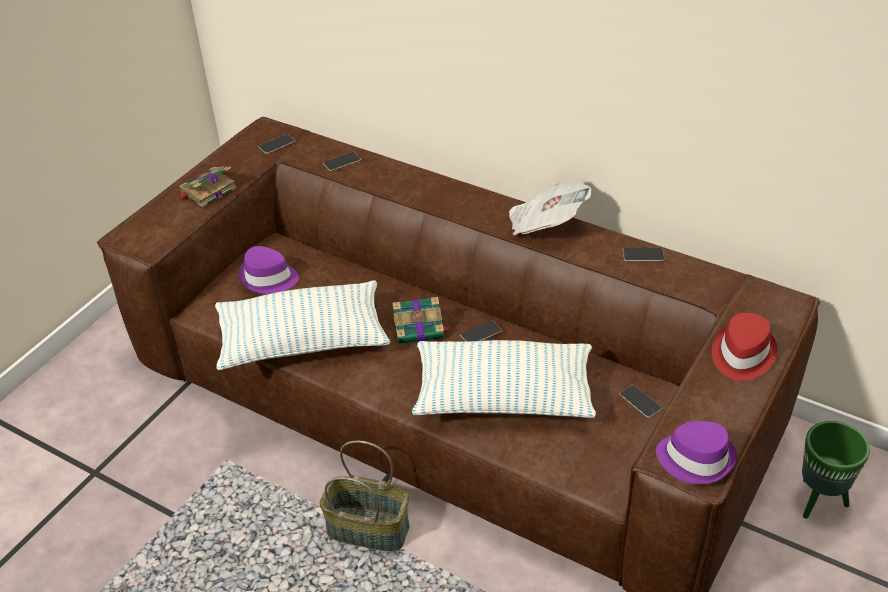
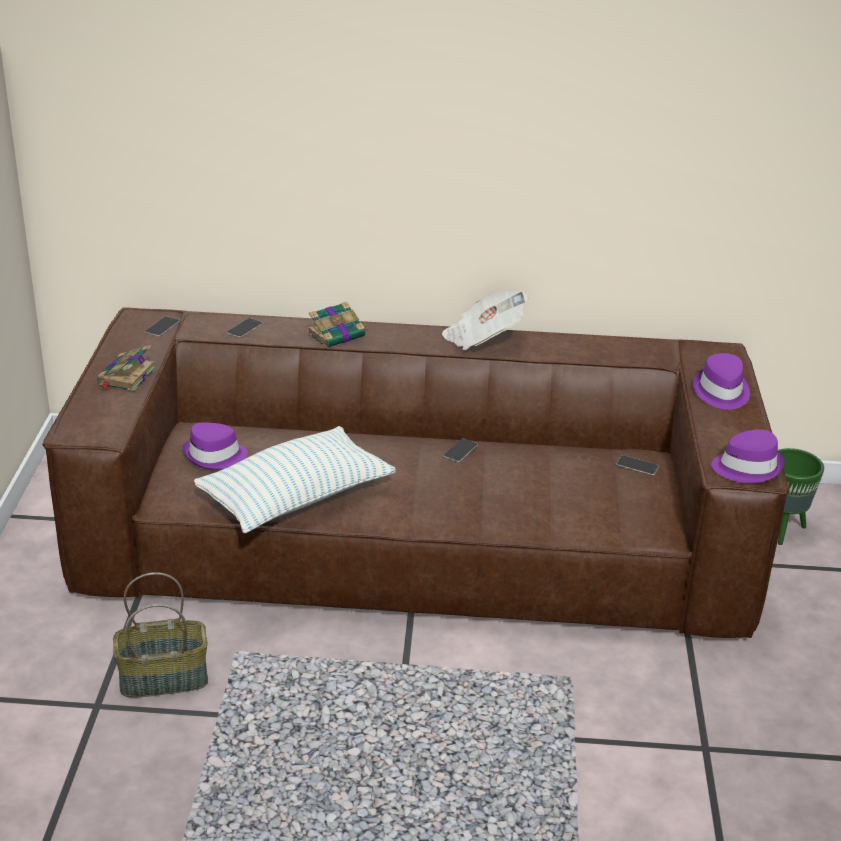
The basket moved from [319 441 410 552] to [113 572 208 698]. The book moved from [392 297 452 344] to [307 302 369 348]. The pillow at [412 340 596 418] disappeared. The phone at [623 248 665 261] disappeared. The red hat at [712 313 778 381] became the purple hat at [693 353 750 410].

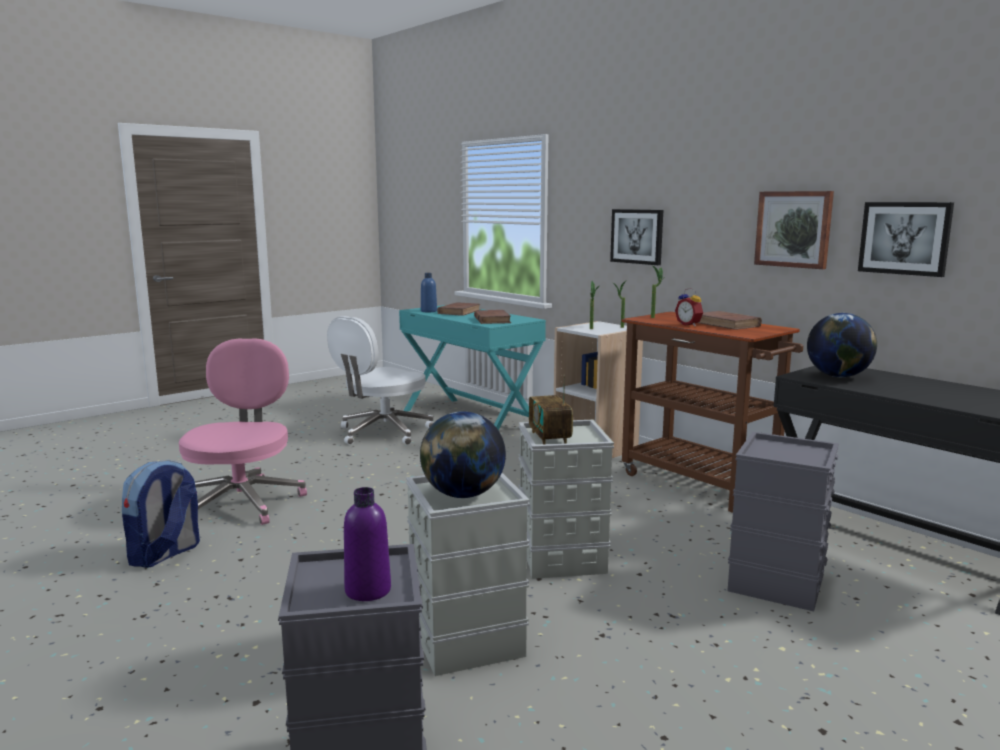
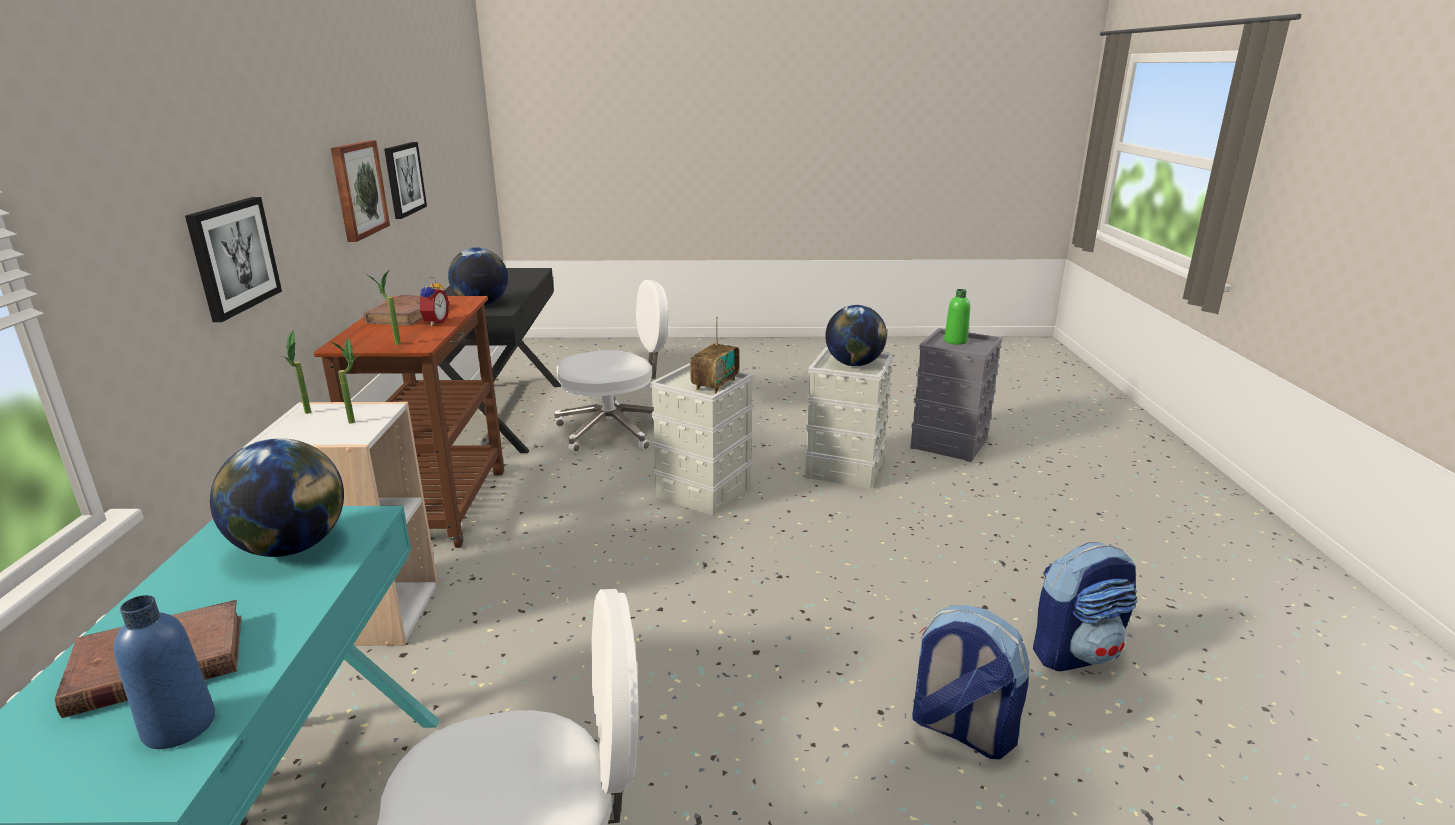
The pink office chair at [179 338 307 525] was replaced by the backpack at [912 605 1029 759]. The purple bottle at [344 487 391 601] became the green bottle at [944 289 970 345]. The brown book at [474 310 511 324] was replaced by the globe at [210 438 344 557]. The grey storage box at [727 432 839 611] was replaced by the white office chair at [554 280 669 452].

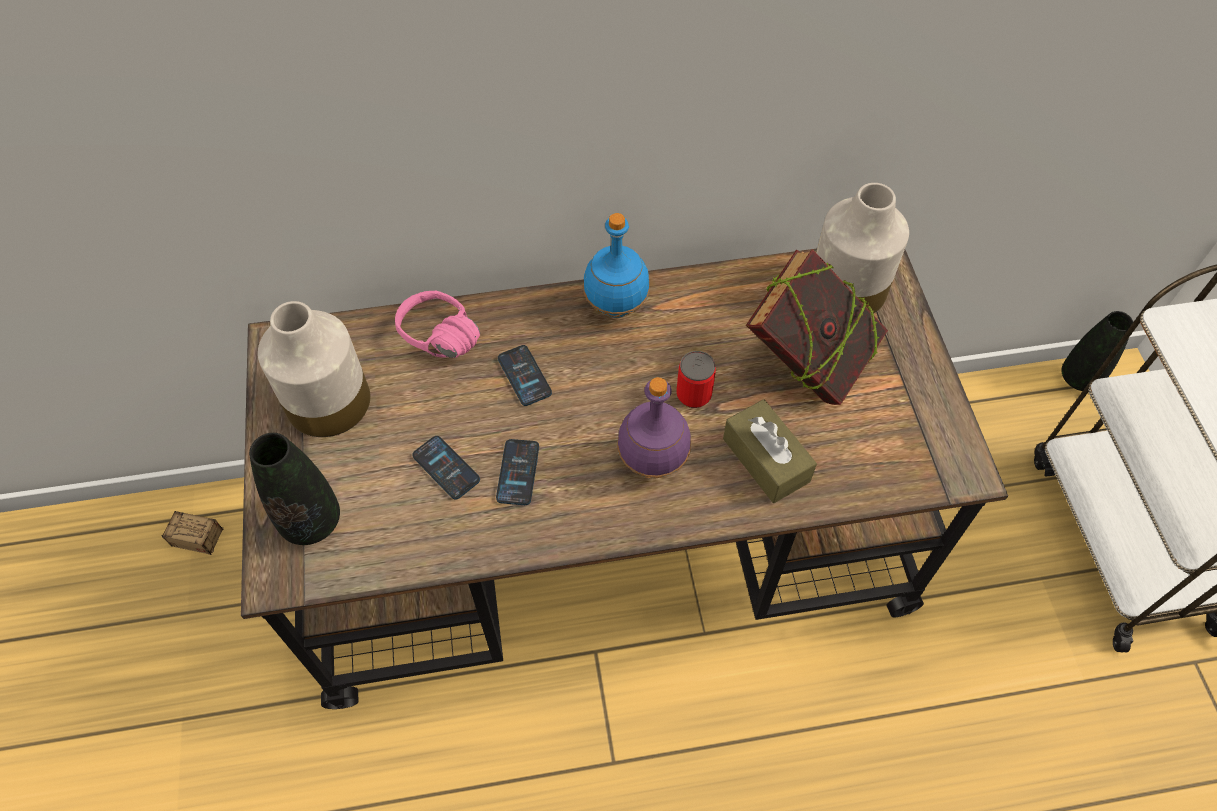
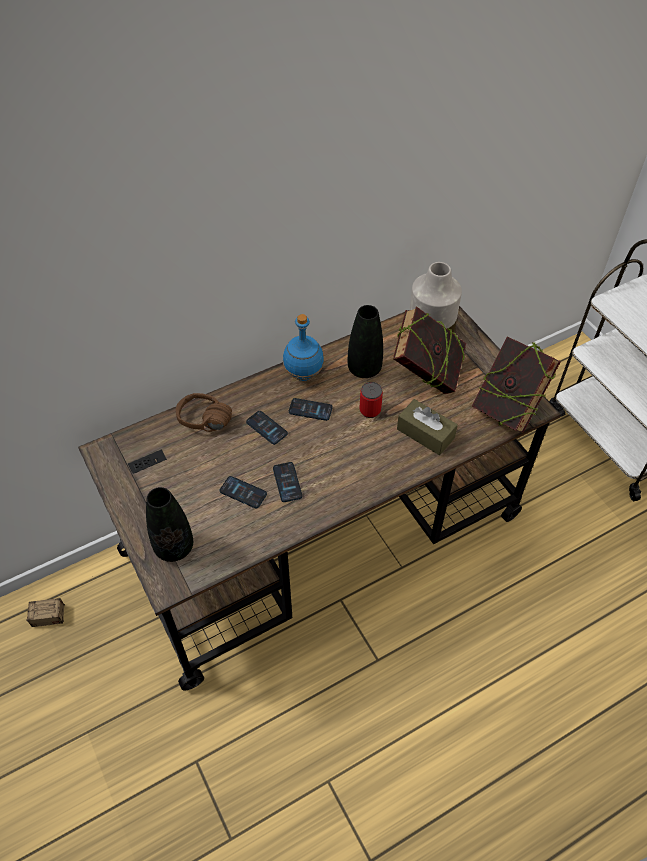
The beige vase at [258 301 370 437] disappeared. The pink headphones at [395 290 480 358] became the brown headphones at [176 393 232 432]. The purple bottle at [617 377 691 479] disappeared. The black vase moved from [1062 311 1133 391] to [348 305 383 378]. The phone at [289 398 332 421] appeared. The book at [472 337 561 433] appeared.

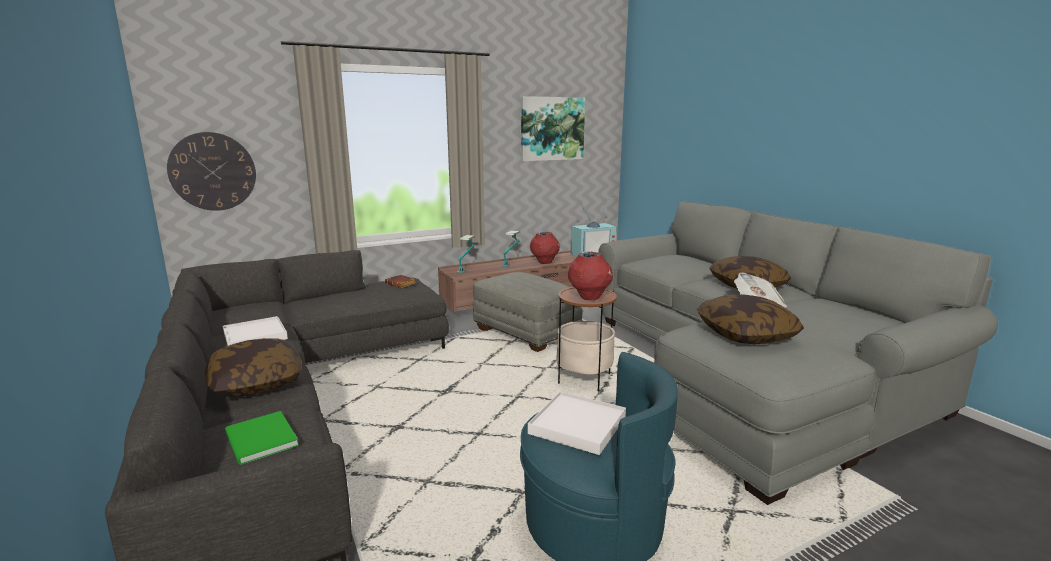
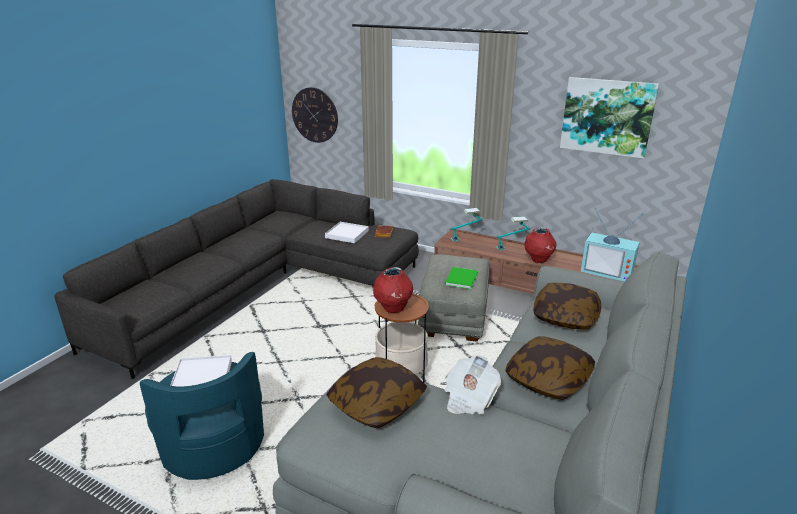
The pillow moved from [205 338 302 397] to [533 283 601 330]. The white tray moved from [223 316 288 346] to [325 222 369 243]. The green book moved from [225 411 299 465] to [445 267 478 289].

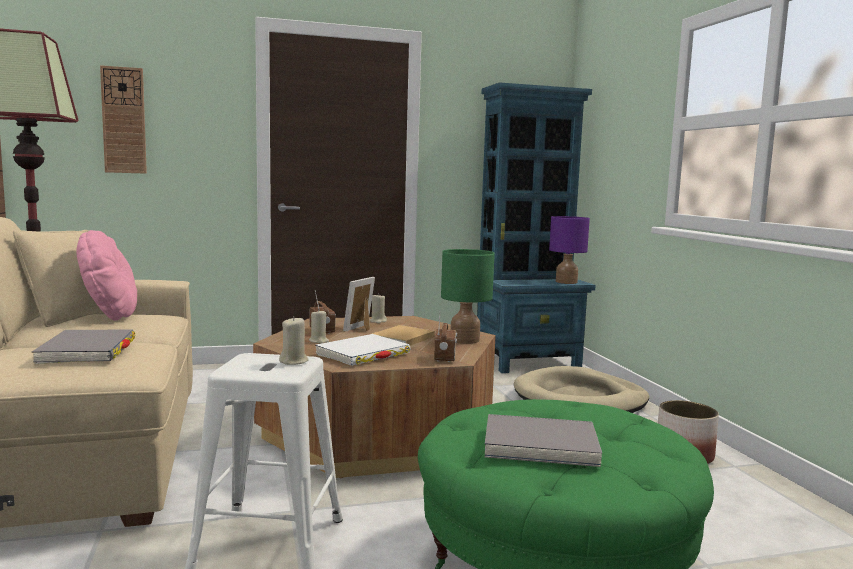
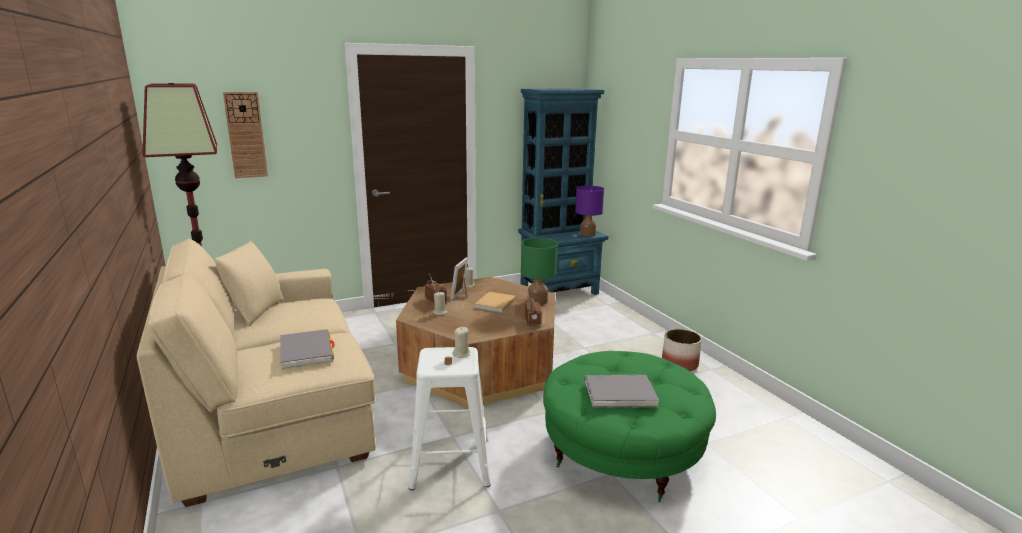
The pink pillow at [77 230 137 321] disappeared. The white book at [315 334 411 366] disappeared. The beige dog bed at [514 366 649 413] disappeared.

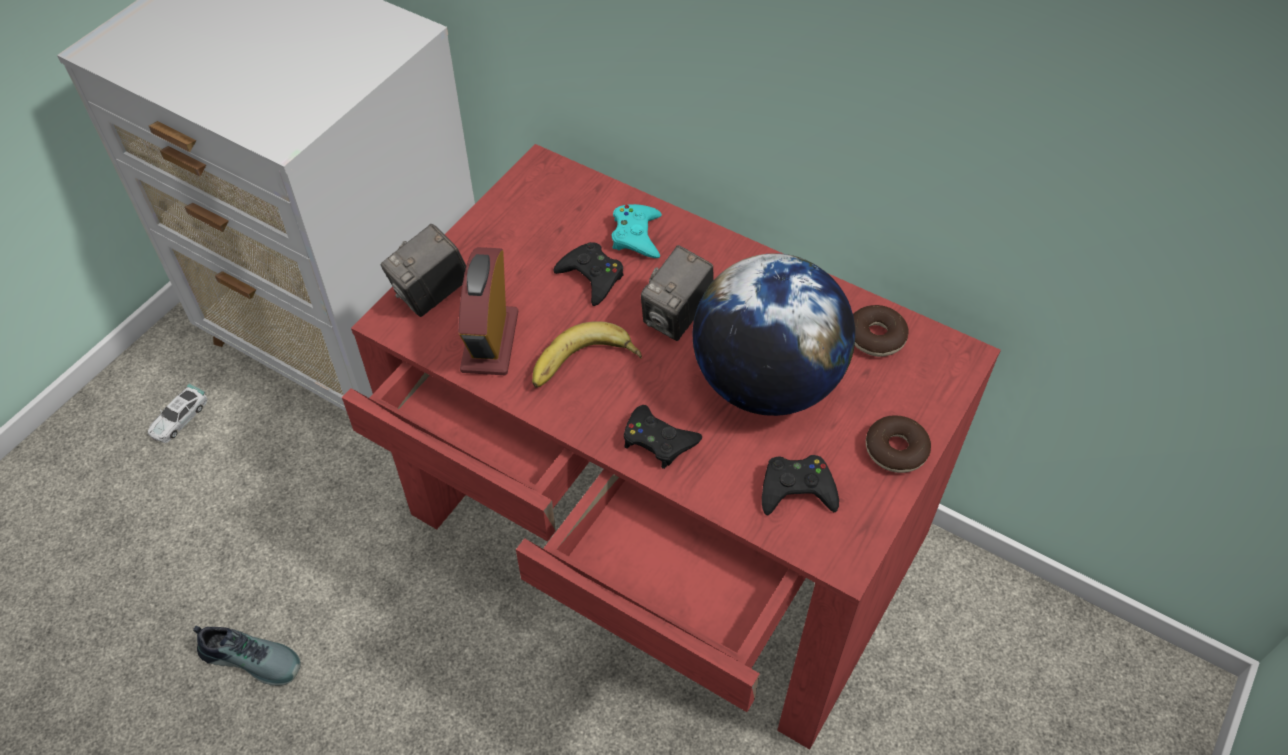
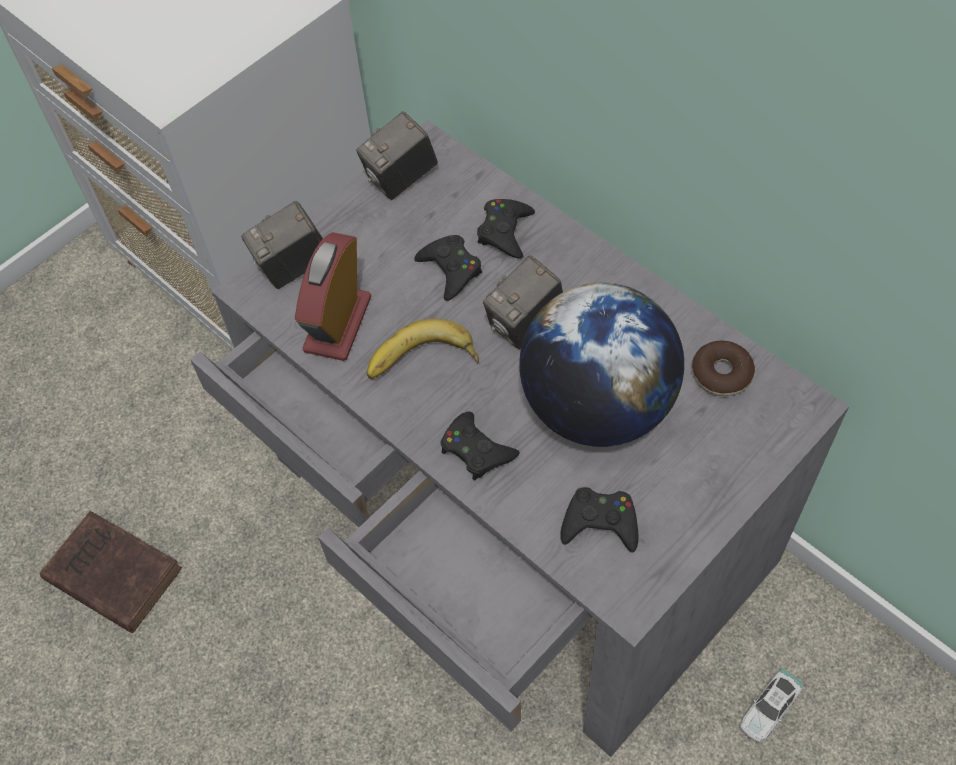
The toy car moved from [148 383 207 443] to [739 668 804 743]. The shoe at [193 626 301 686] was replaced by the brown book at [40 511 182 633]. The red desk at [342 144 1001 750] became the grey desk at [190 120 849 757]. The turquoise game controller at [612 204 662 258] became the black game controller at [477 199 535 259]. The donut at [866 415 931 473] disappeared. The photo camera at [356 111 438 200] appeared.

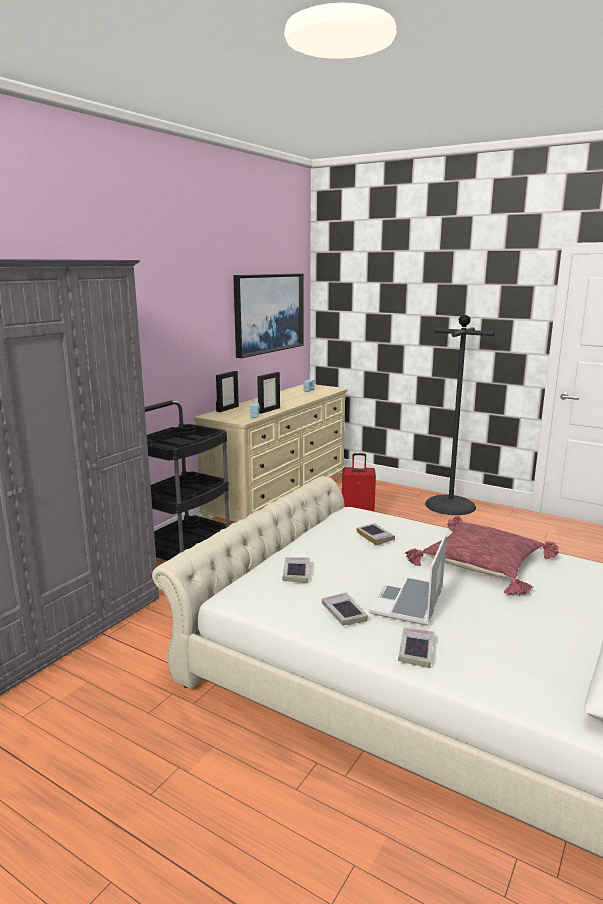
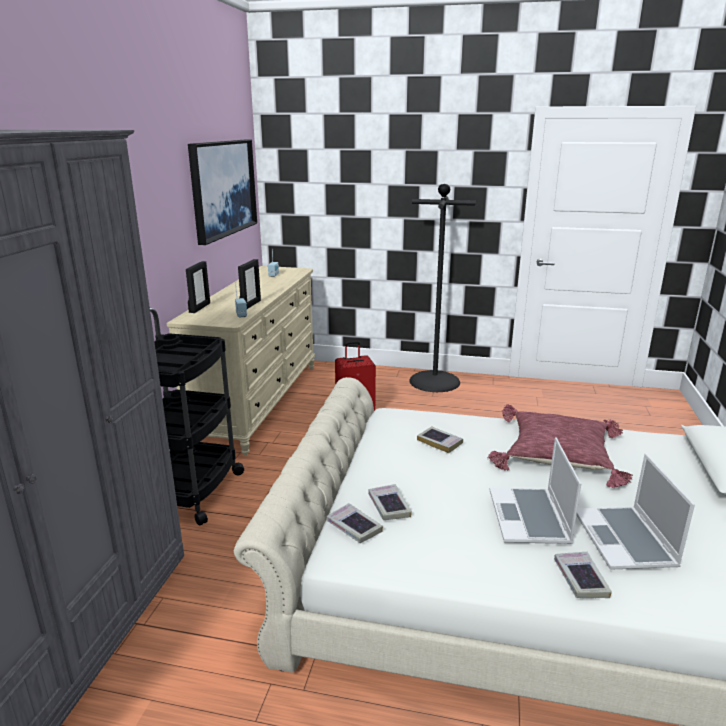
The book moved from [322 593 368 626] to [327 503 383 543]. The laptop at [576 453 695 570] appeared.

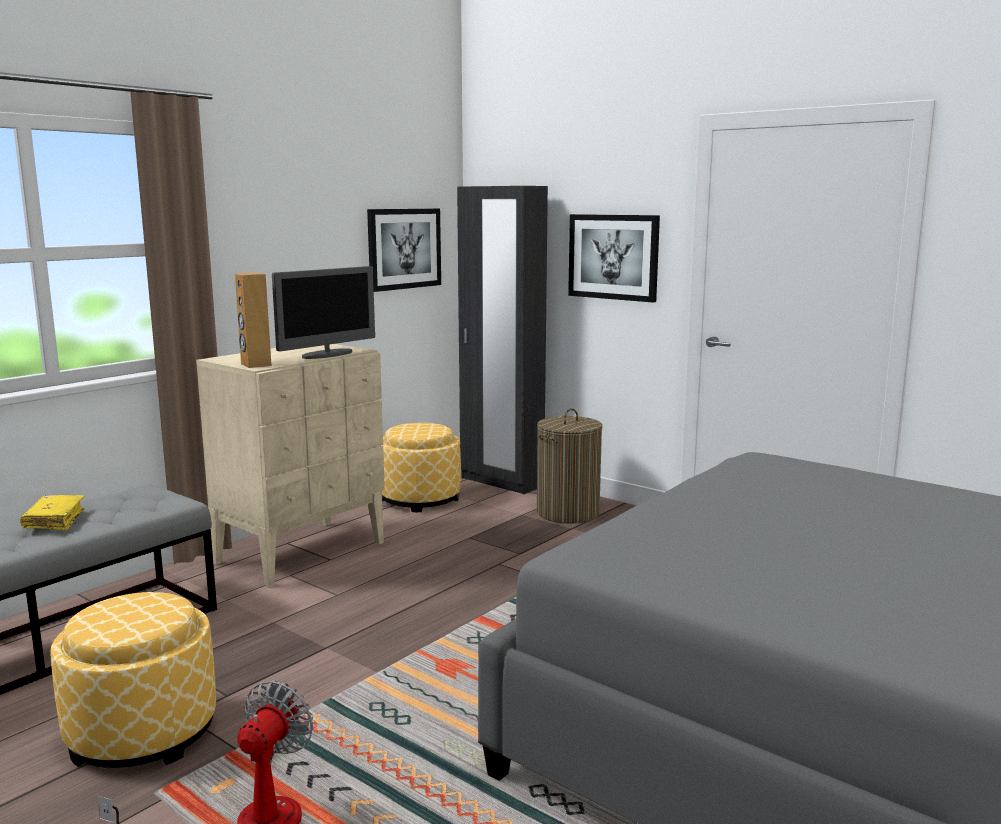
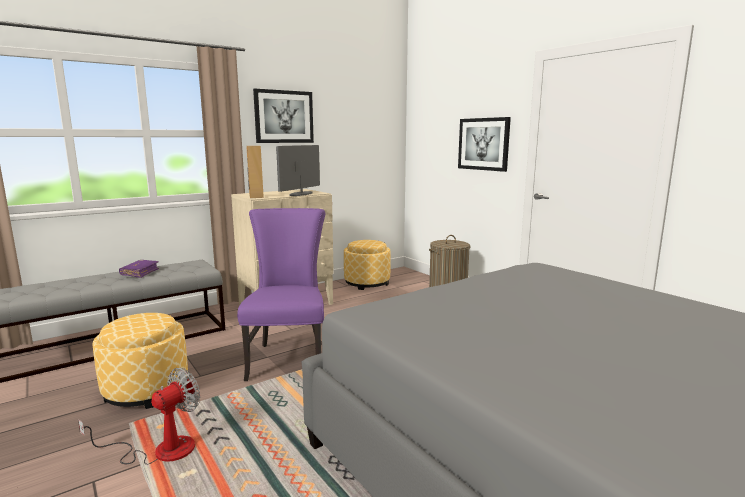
The yellow book at [20 495 85 530] became the purple book at [119 260 159 278]. The monitor at [272 266 375 359] turned 150 degrees clockwise. The picture moved from [367 209 441 292] to [253 89 314 143]. The black wardrobe at [457 186 548 494] disappeared. The purple chair at [237 208 325 381] appeared.

